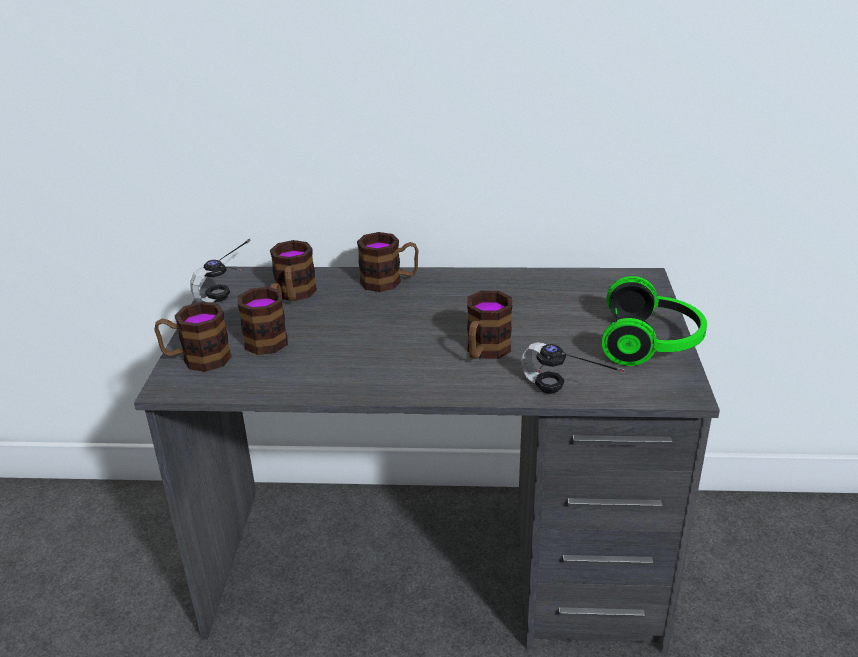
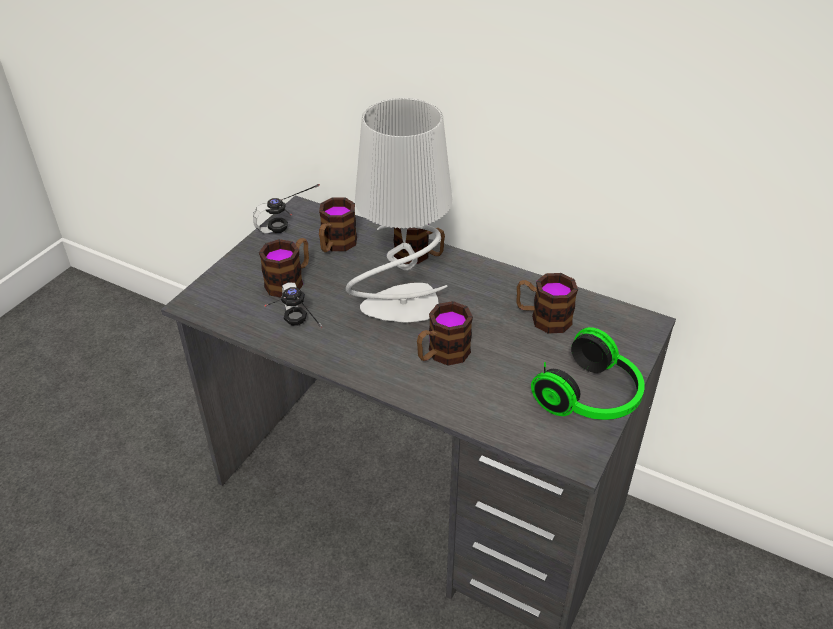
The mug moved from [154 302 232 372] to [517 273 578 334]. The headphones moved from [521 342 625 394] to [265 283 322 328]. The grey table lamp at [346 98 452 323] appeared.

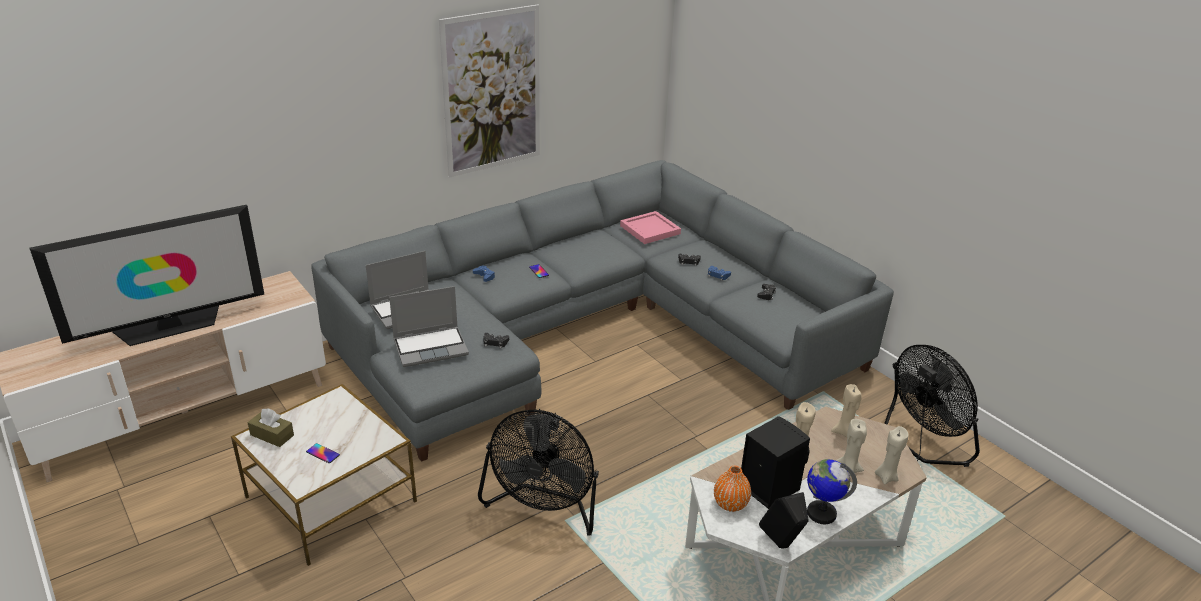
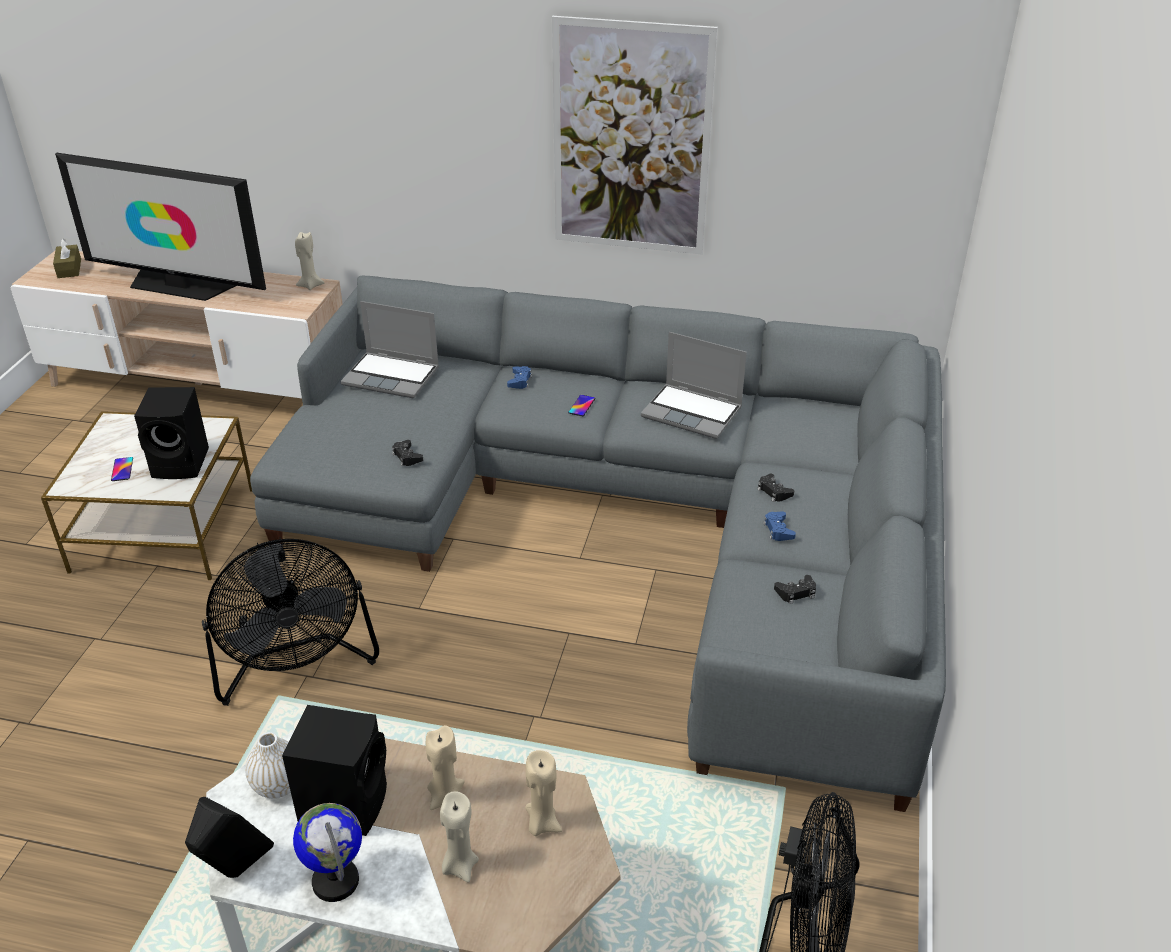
The brown tissue box moved from [247 408 294 447] to [53 239 81 278]. The laptop moved from [389 286 469 367] to [641 332 747 439]. The black fan at [478 409 599 536] turned 90 degrees counterclockwise. The pink tray at [620 211 681 244] disappeared. The orange vase at [714 466 751 512] became the white vase at [245 732 291 798]. The beige candle moved from [875 426 909 485] to [295 232 324 290]. The black speaker at [134 387 209 479] appeared.

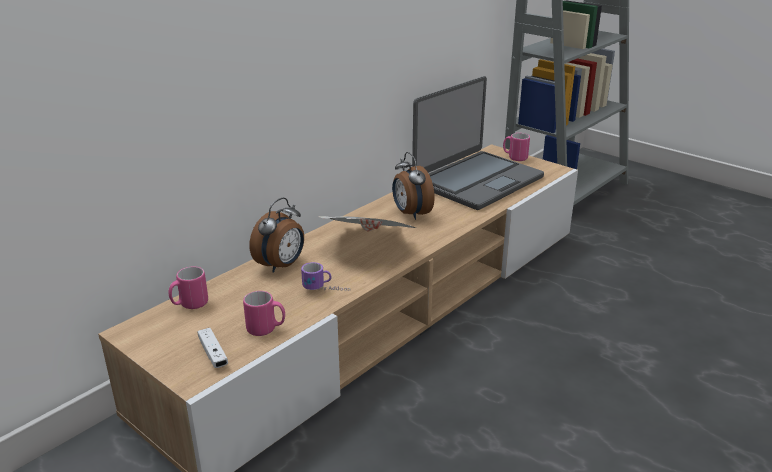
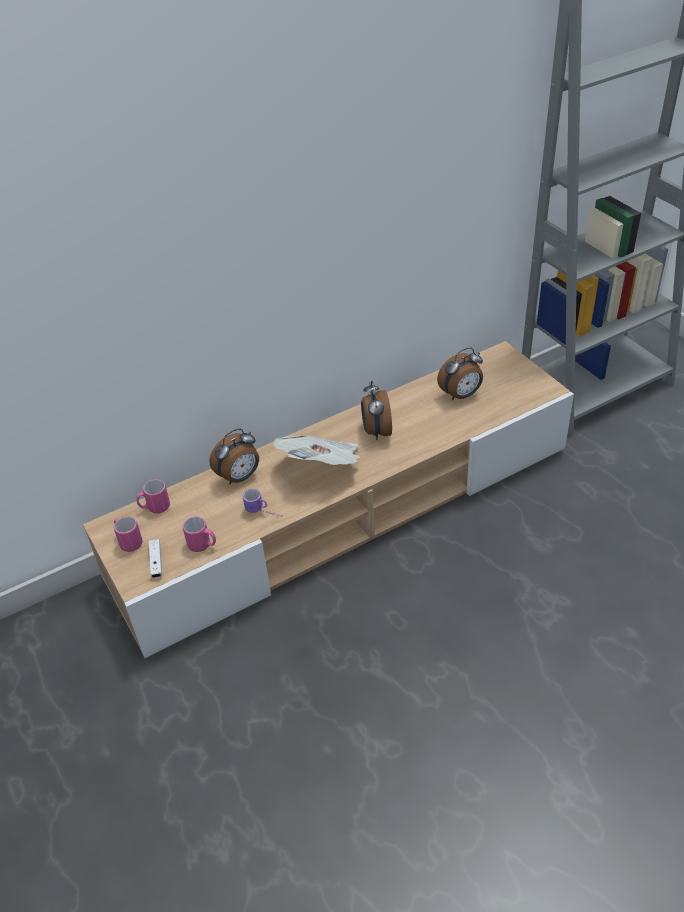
The laptop at [412 76 544 210] was replaced by the alarm clock at [437 347 483 400]. The pink mug moved from [503 133 530 161] to [114 516 142 552].

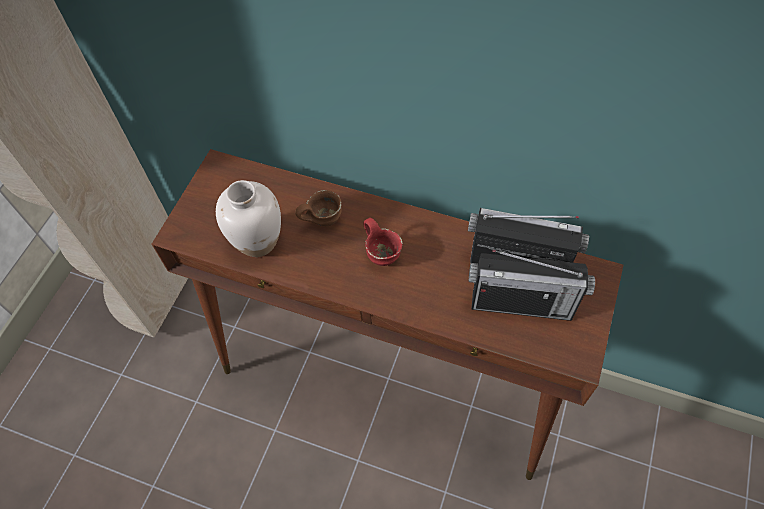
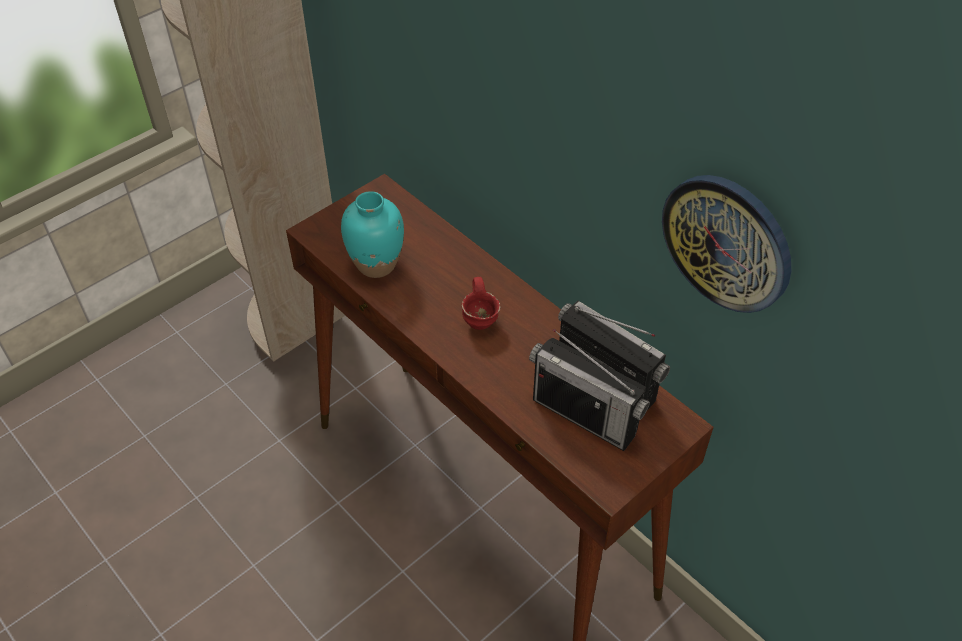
The white vase at [216 180 281 257] became the turquoise vase at [341 191 404 278]. The brown mug at [295 190 342 226] disappeared. The wall clock at [662 175 791 313] appeared.

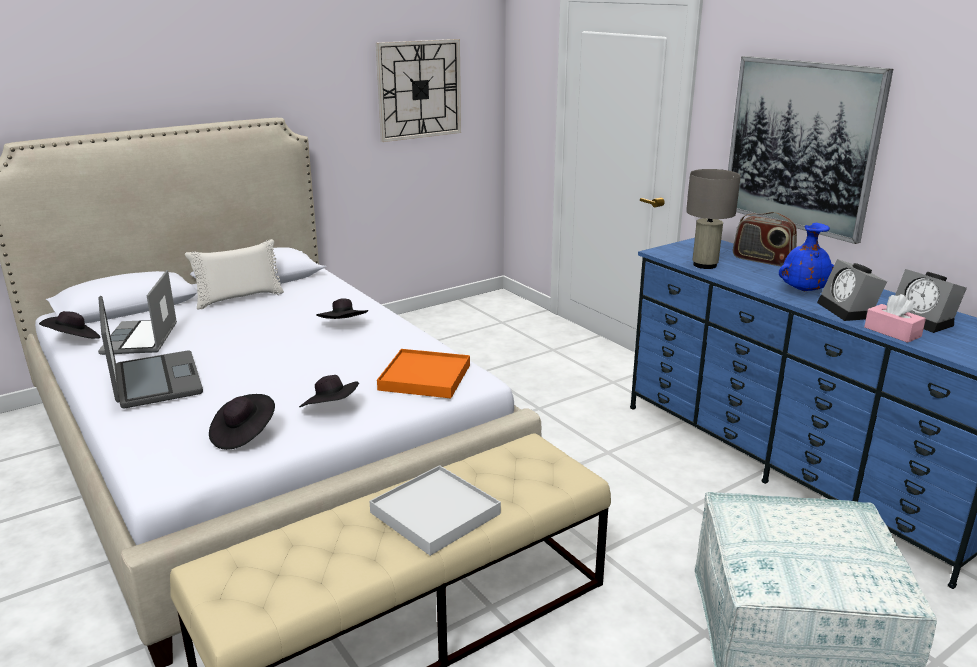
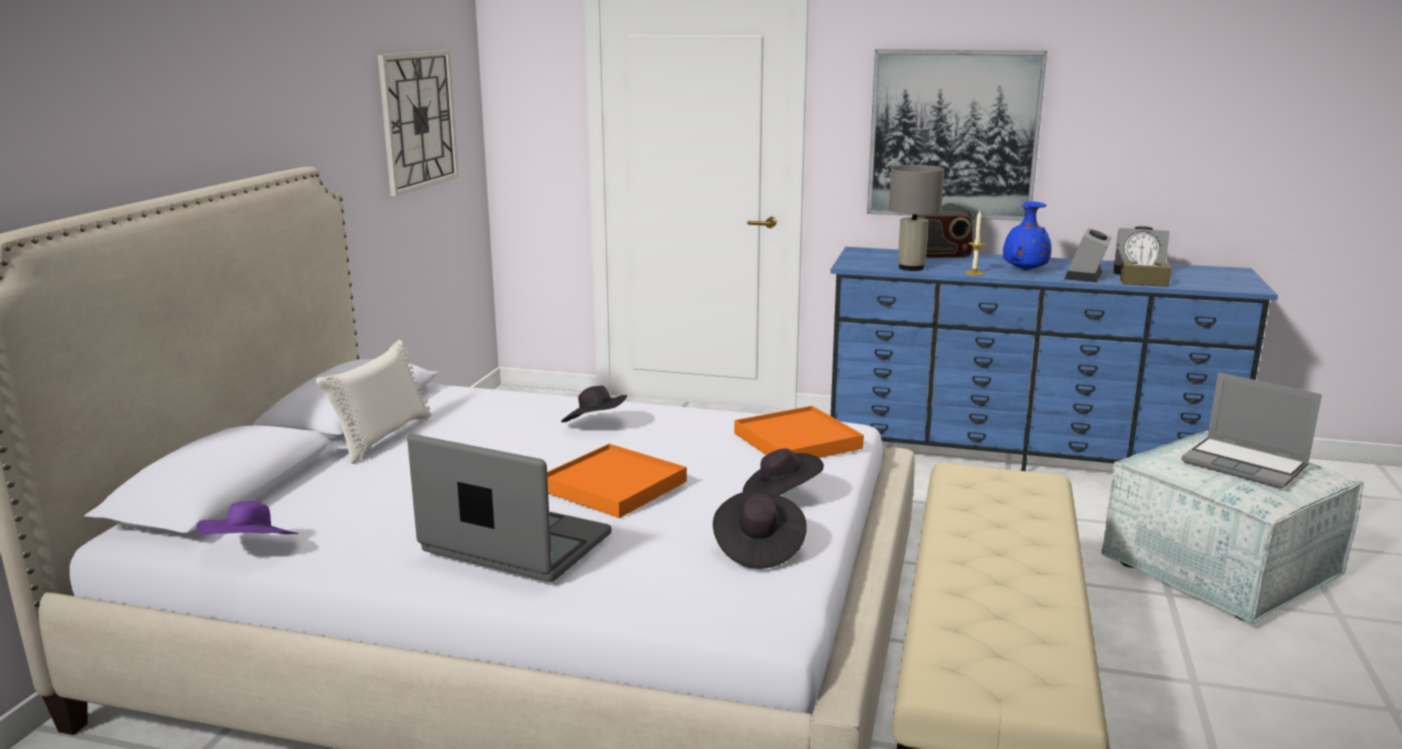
The black hat at [39 311 101 339] became the purple hat at [196 501 298 535]. The laptop moved from [98 270 177 355] to [1181 372 1322 489]. The white tray at [369 465 501 556] disappeared. The alarm clock at [817 259 887 321] turned 75 degrees clockwise. The pink tissue box at [864 294 926 343] became the brown tissue box at [1120 246 1171 287]. The orange tray at [547 444 687 518] appeared. The candle at [964 210 985 275] appeared.

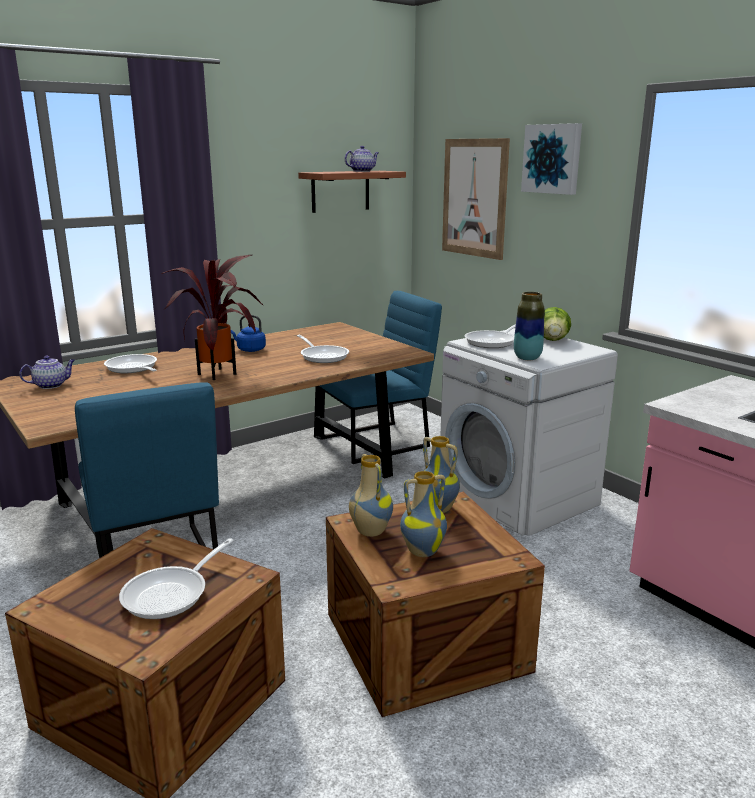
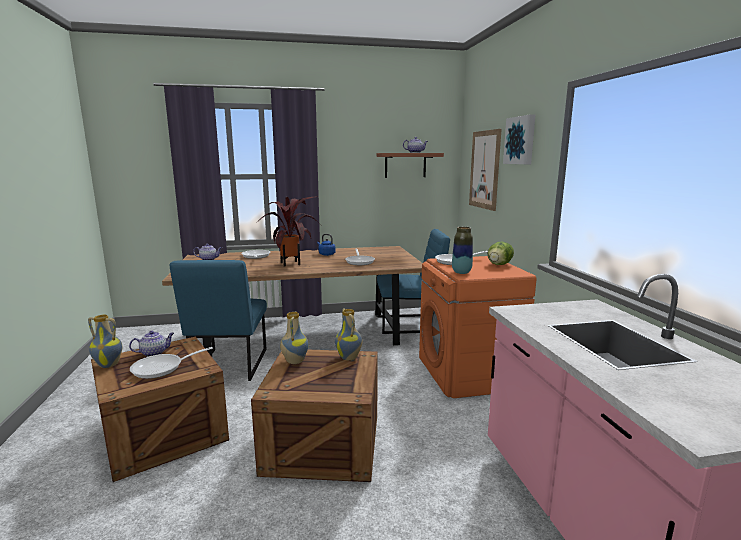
The vase moved from [400 471 447 557] to [88 315 122 368]. The white washing machine at [440 328 618 536] became the orange washing machine at [419 256 536 398]. The teapot at [129 331 174 357] appeared.

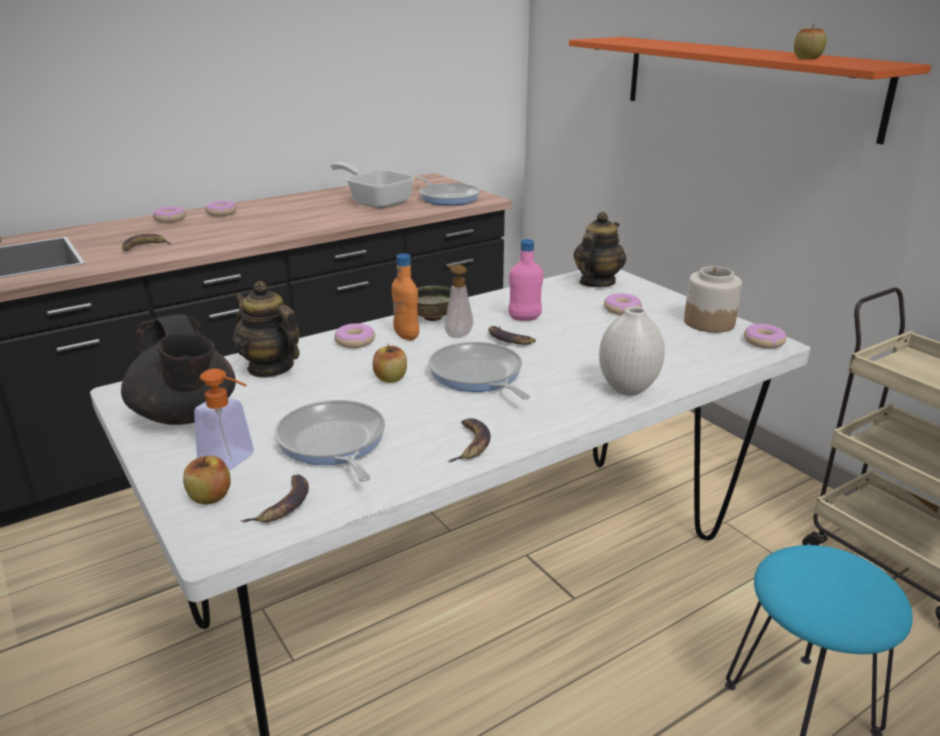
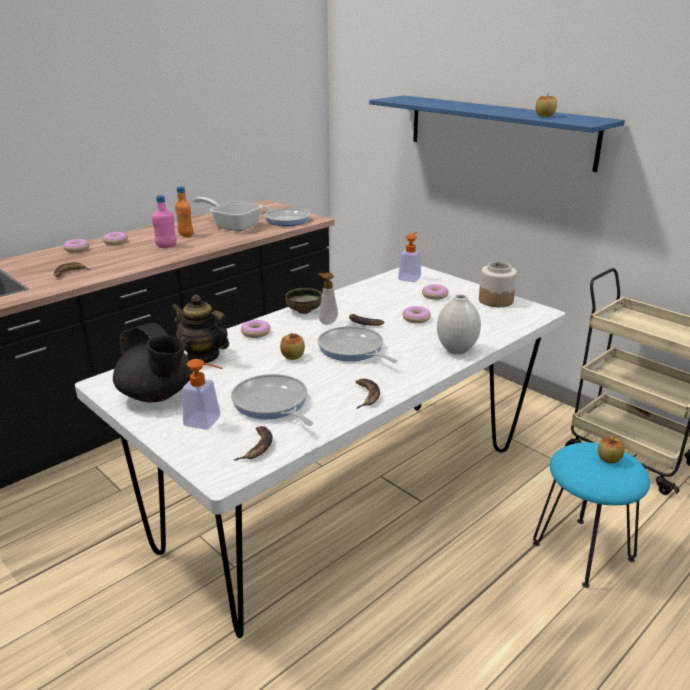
The apple moved from [183 456 231 504] to [598 436 625 463]. The orange bottle moved from [392 253 419 341] to [175 186 193 237]. The pink bottle moved from [508 239 543 321] to [152 195 177 248]. The orange shelf at [569 37 931 144] became the blue shelf at [369 96 625 172]. The teapot at [573 212 626 287] was replaced by the soap dispenser at [398 232 421 282]. The donut moved from [744 324 787 349] to [402 306 431 323].

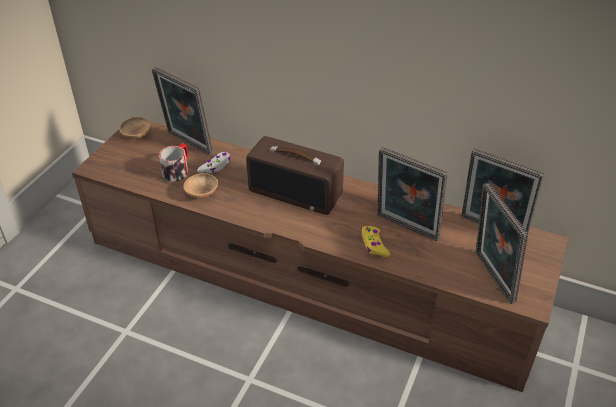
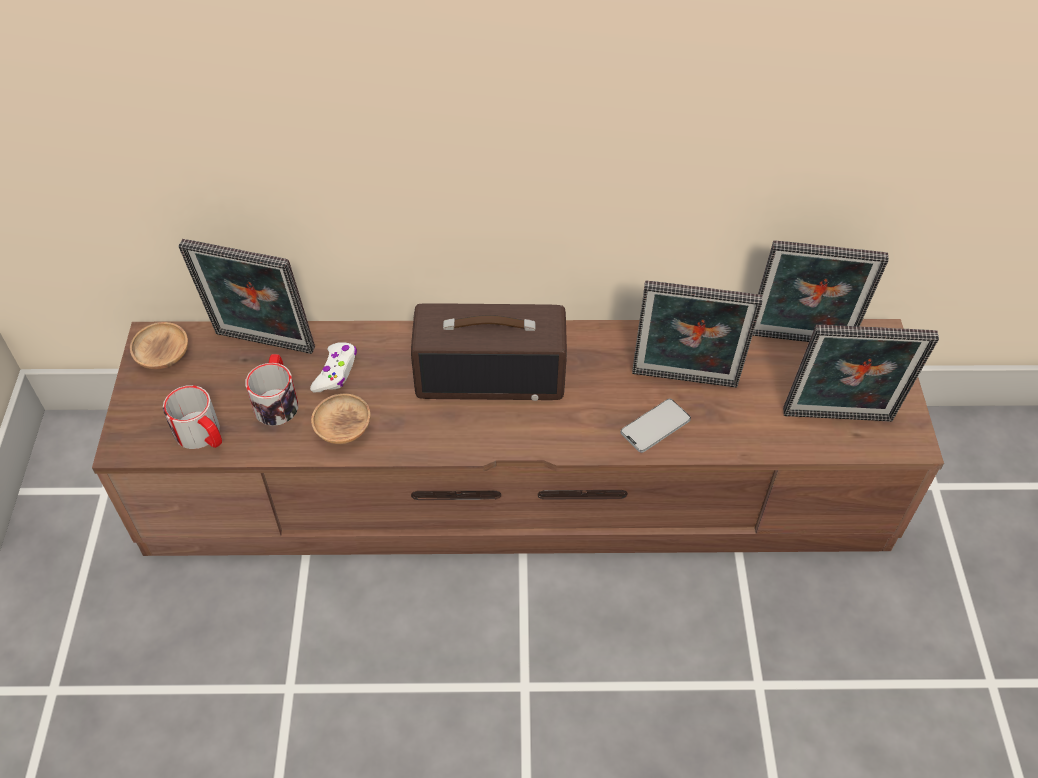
The yellow game controller at [361 226 390 257] was replaced by the phone at [621 398 691 453]. The picture frame at [476 183 528 304] turned 45 degrees counterclockwise. The mug at [163 385 222 449] appeared.

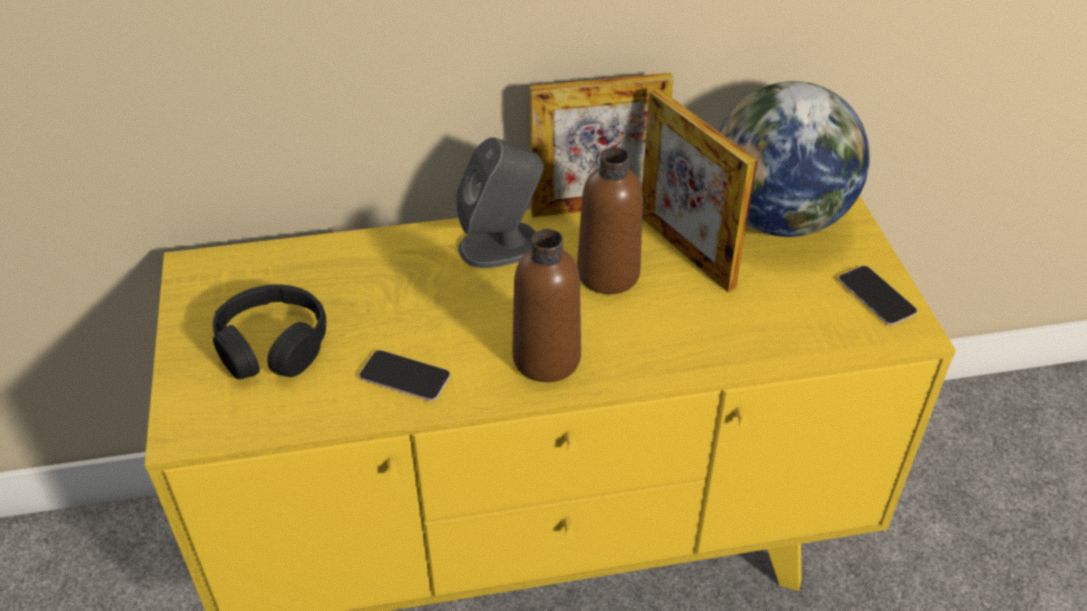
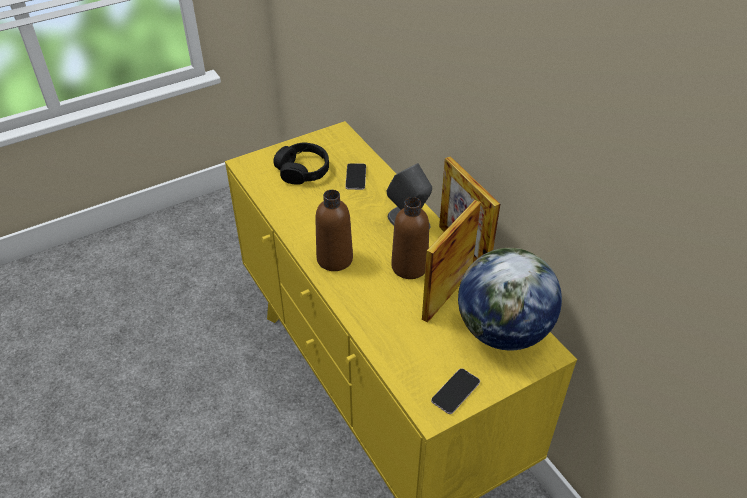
The phone moved from [359 350 450 401] to [345 163 366 190].

